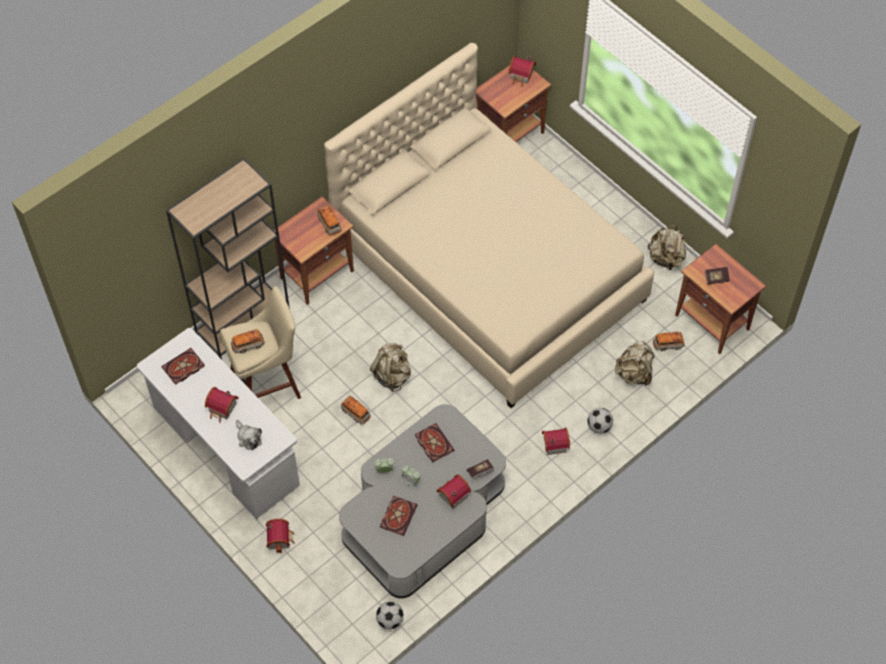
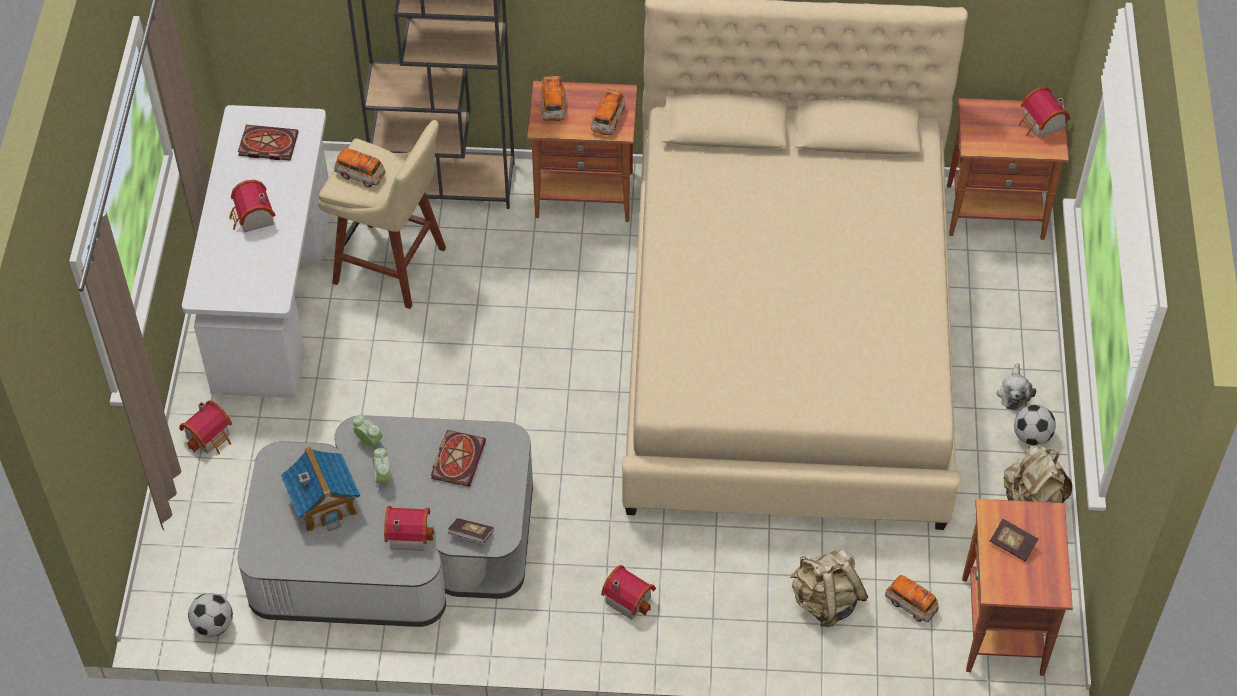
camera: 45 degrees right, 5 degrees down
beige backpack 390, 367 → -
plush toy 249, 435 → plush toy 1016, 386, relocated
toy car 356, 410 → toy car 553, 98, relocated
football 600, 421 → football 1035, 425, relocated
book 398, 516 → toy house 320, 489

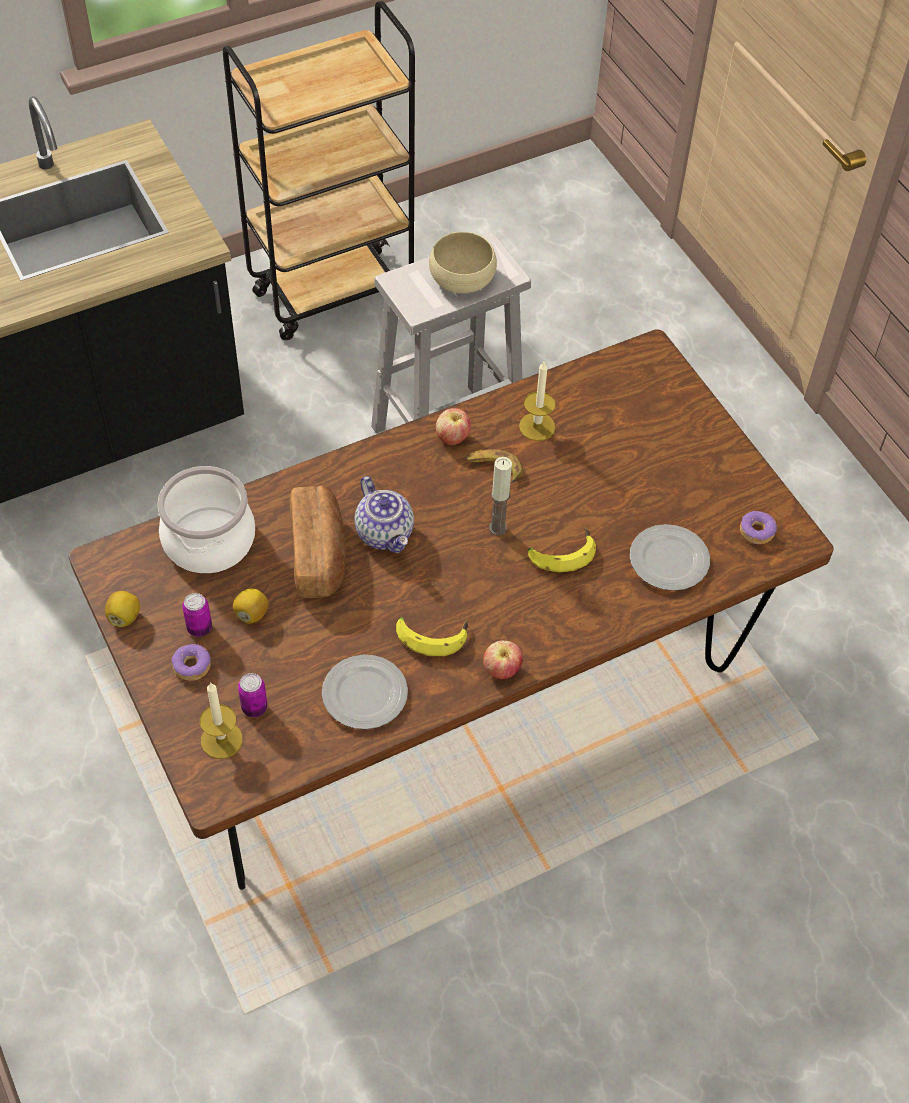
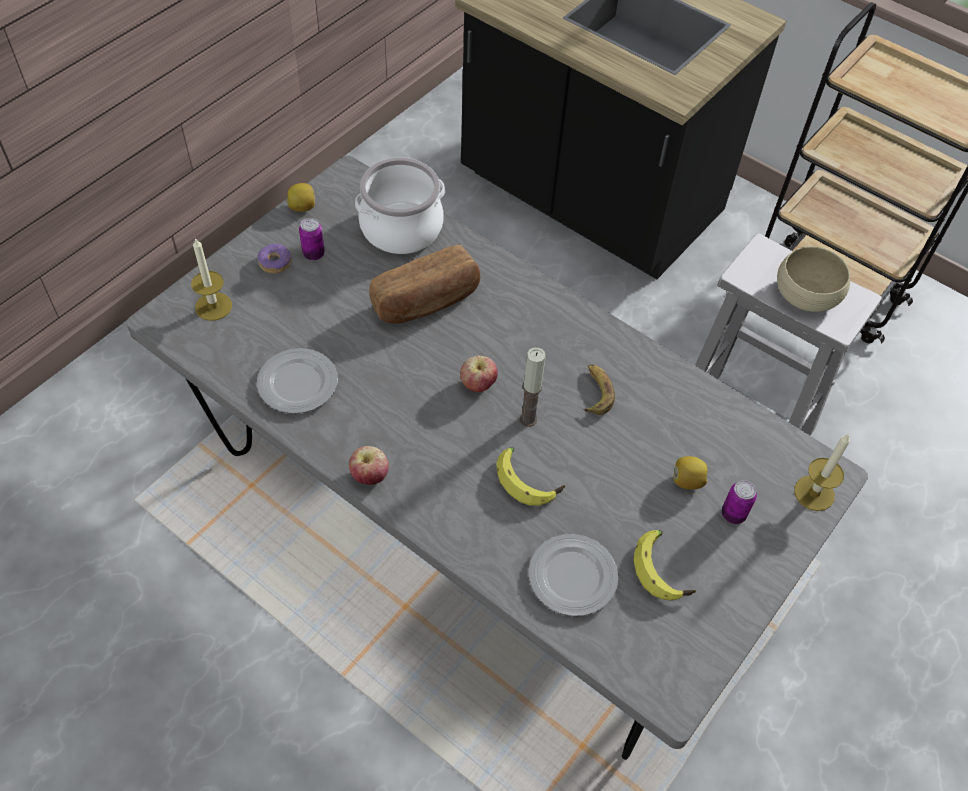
camera: 65 degrees right, 0 degrees up
teapot 384, 514 → -
donut 758, 527 → -
lemon 250, 606 → lemon 690, 473, relocated
can 253, 695 → can 739, 502, relocated
banana 432, 636 → banana 665, 565, relocated
apple 453, 426 → apple 479, 374, relocated
candle 537, 401 → candle 822, 472, relocated
brown dining table 451, 609 → grey dining table 497, 458

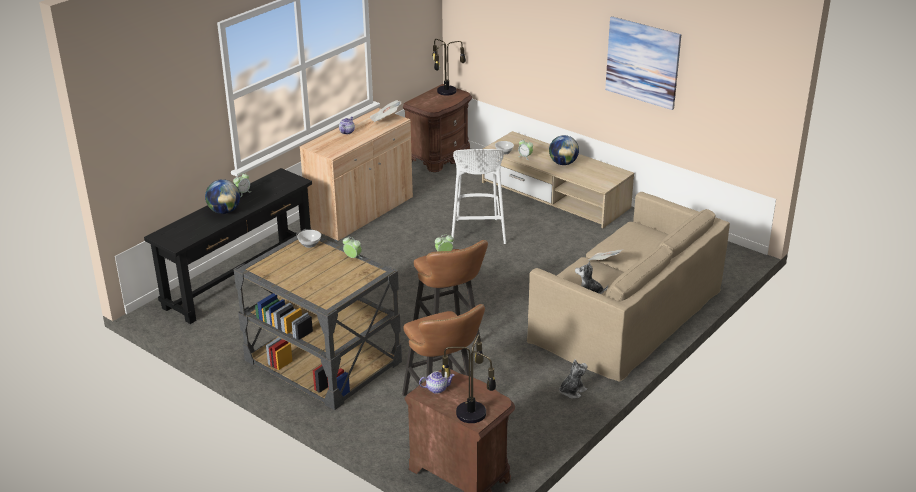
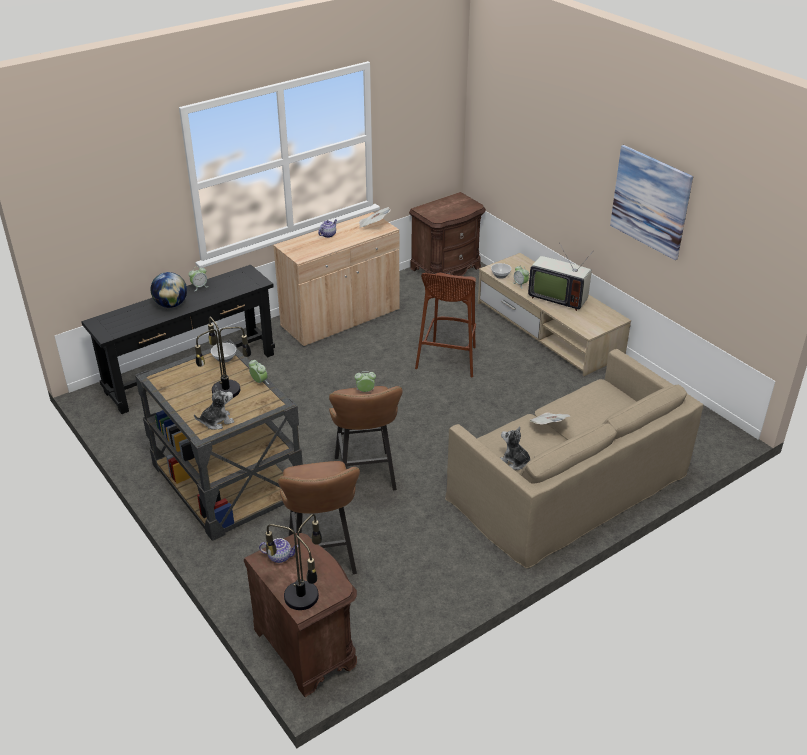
camera: 15 degrees right, 5 degrees up
table lamp 449, 67 → table lamp 223, 357, relocated
plush toy 573, 379 → plush toy 214, 408, relocated
globe 564, 150 → television 561, 277
white stool 478, 196 → brown stool 445, 325

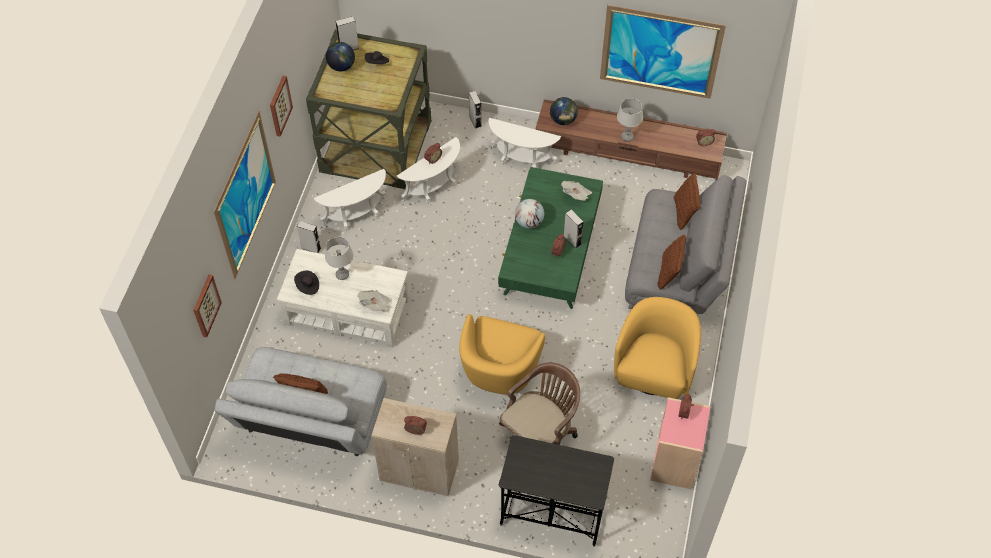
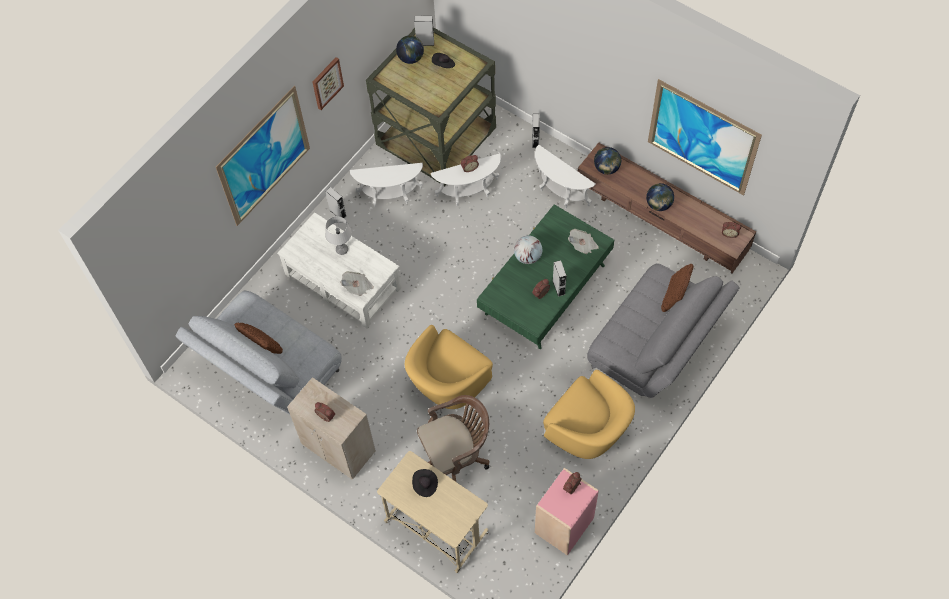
camera: 25 degrees right, 5 degrees up
picture 207, 306 → -
brown pillow 671, 262 → -
black hat 306, 282 → black hat 425, 483, relocated
grey table lamp 630, 120 → globe 660, 197
black desk 556, 491 → beige desk 433, 512
yellow armchair 657, 348 → yellow armchair 589, 414, 90 degrees clockwise

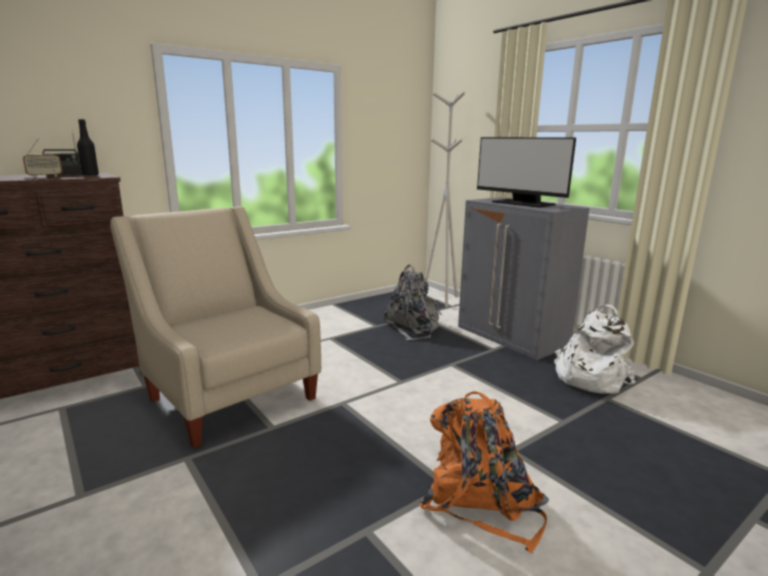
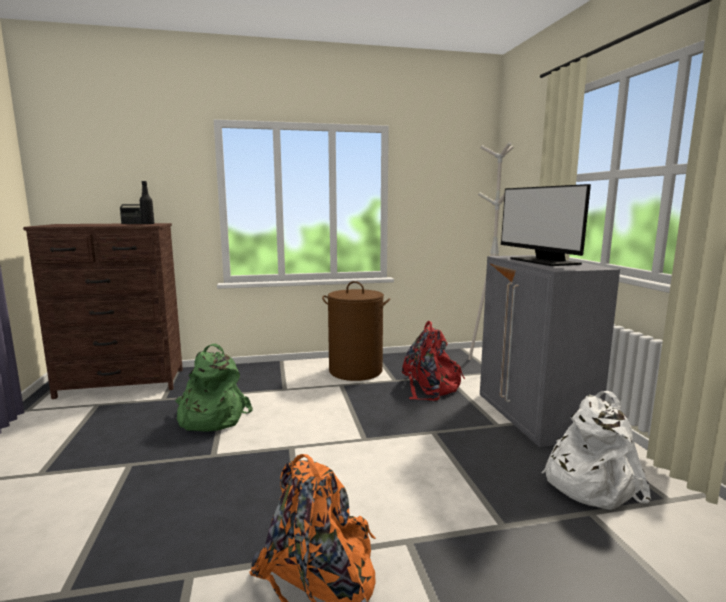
camera: 25 degrees right, 5 degrees down
radio 42, 158 → -
- → brown laundry basket 356, 331
beige armchair 215, 327 → green backpack 214, 387
grey backpack 412, 302 → red backpack 433, 361

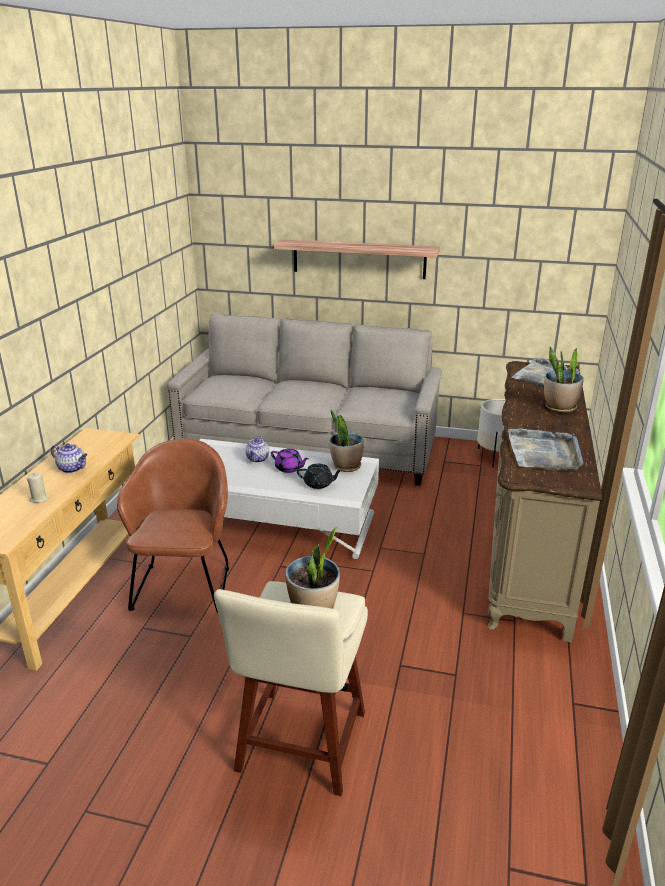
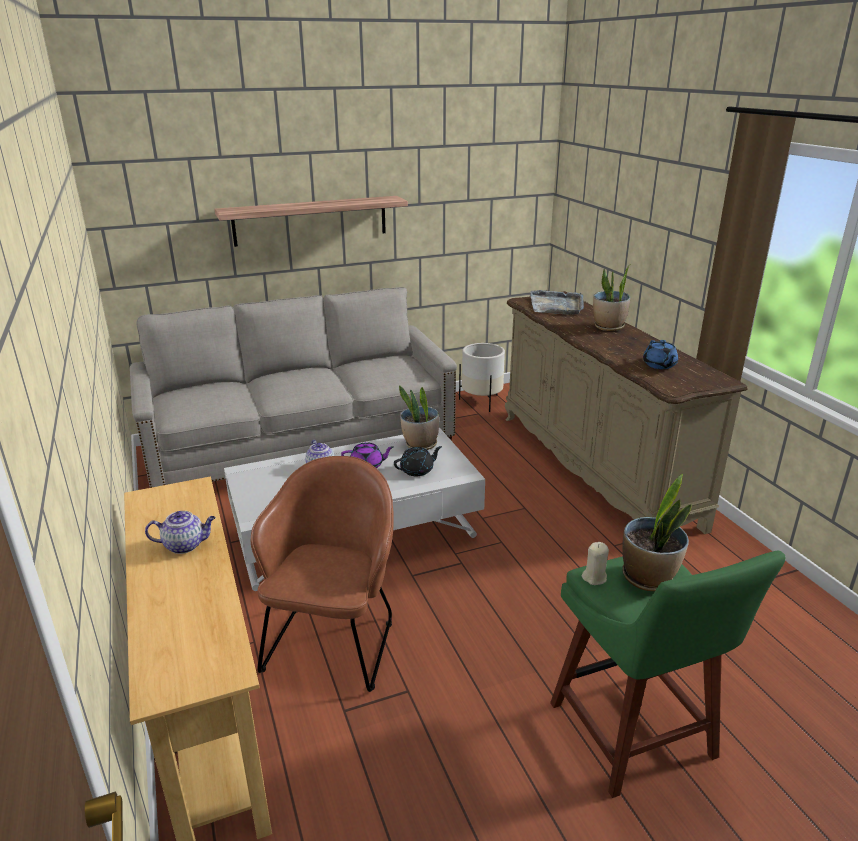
camera: 35 degrees left, 0 degrees up
beige candle 38, 487 → beige candle 595, 563, relocated
grey tray 546, 449 → blue teapot 660, 354
beige stool 291, 688 → green stool 667, 674
brown armchair 173, 526 → brown armchair 322, 574, 45 degrees clockwise

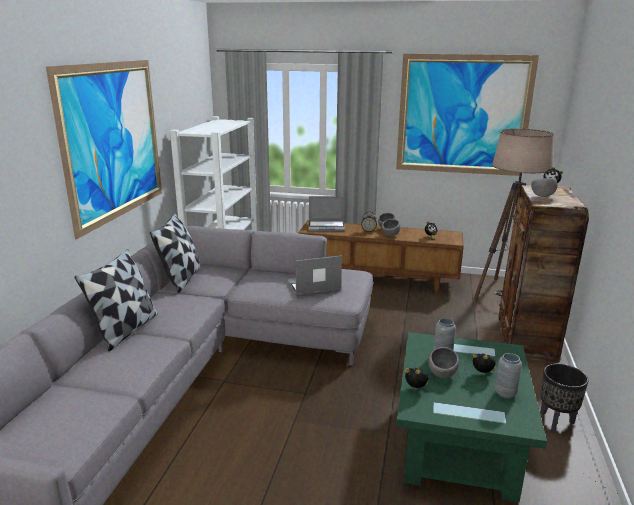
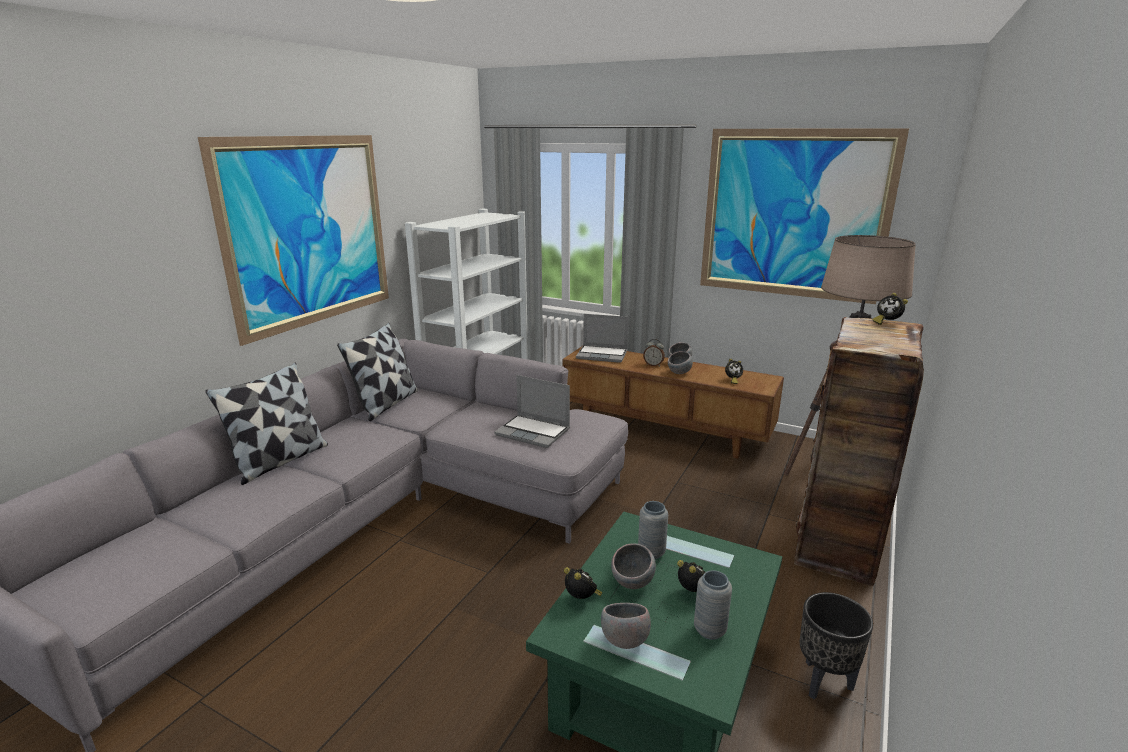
camera: 15 degrees right, 0 degrees up
grey bowl 544, 187 → grey bowl 626, 626, relocated
laptop 314, 275 → laptop 532, 411, 150 degrees counterclockwise

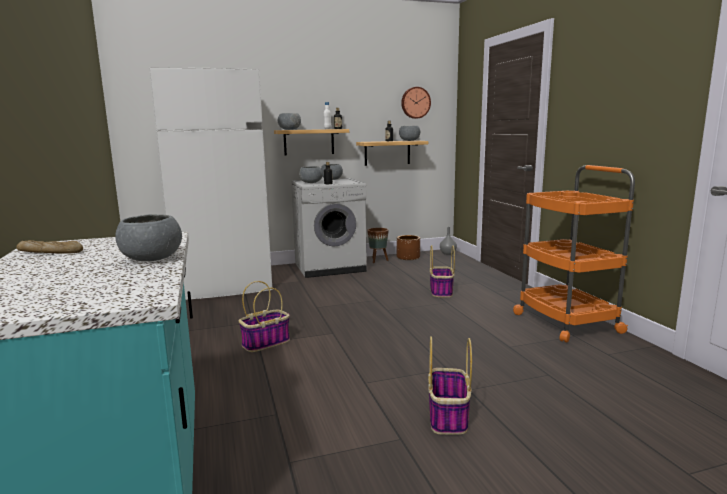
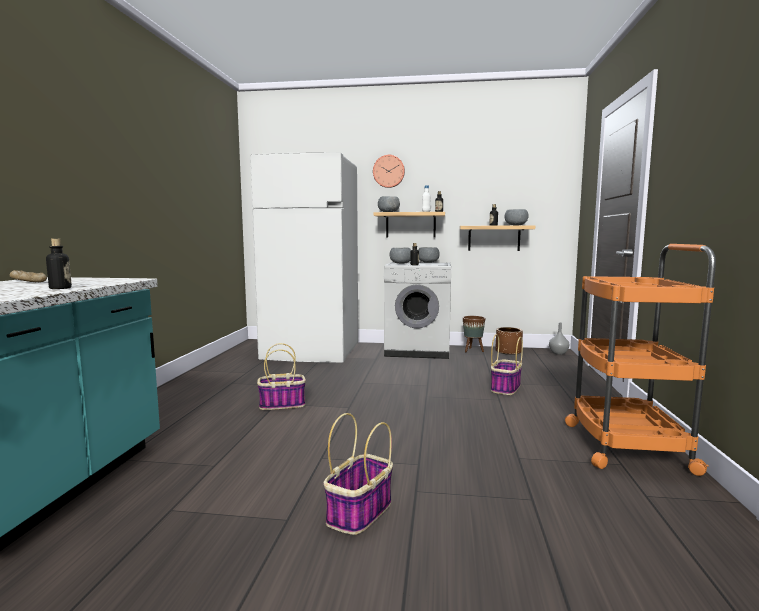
camera: 25 degrees right, 5 degrees down
wall clock 416, 103 → wall clock 389, 171, relocated
grey bowl 148, 237 → bottle 59, 263

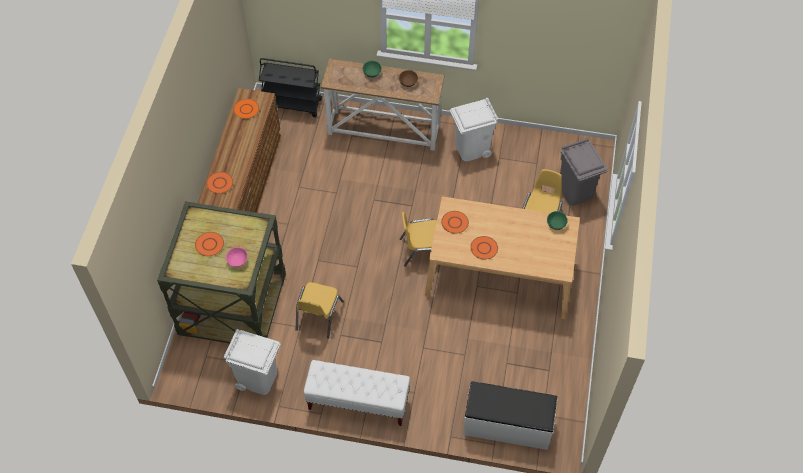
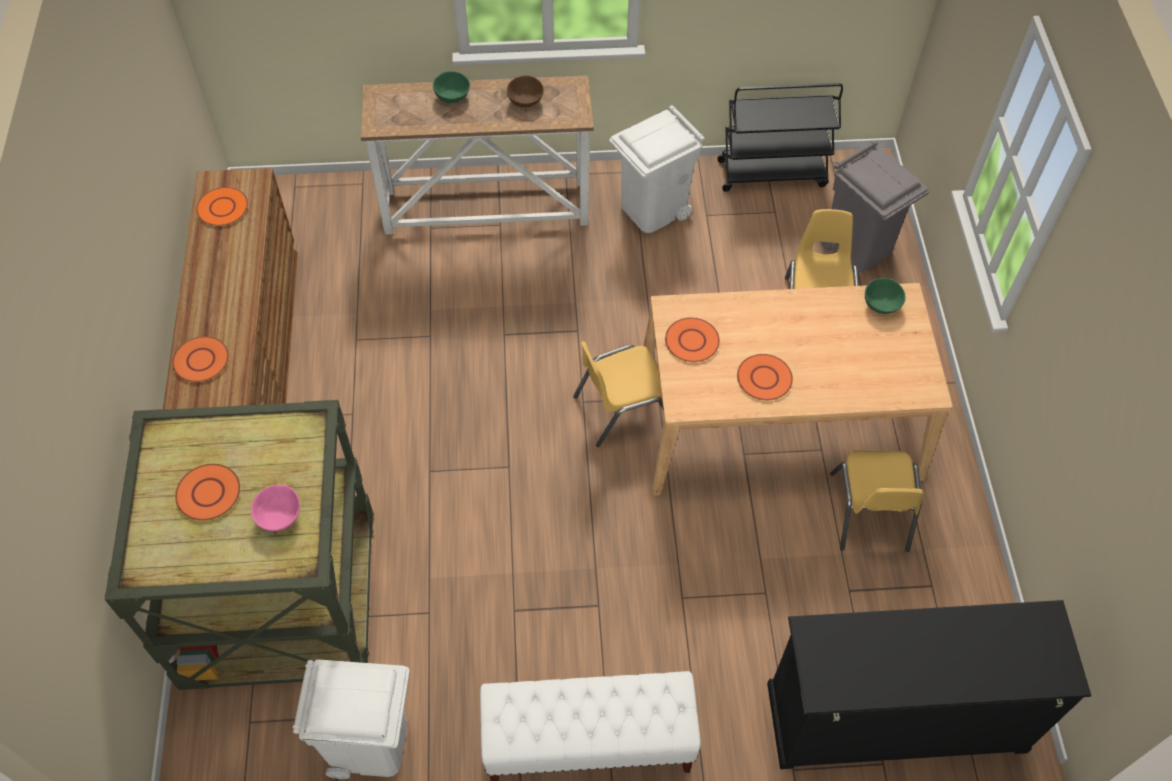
camera: 15 degrees left, 0 degrees up
black cart 290, 87 → black cart 780, 137, relocated
yellow chair 320, 310 → yellow chair 876, 501, relocated
white bench 510, 415 → black cabinet 929, 684

